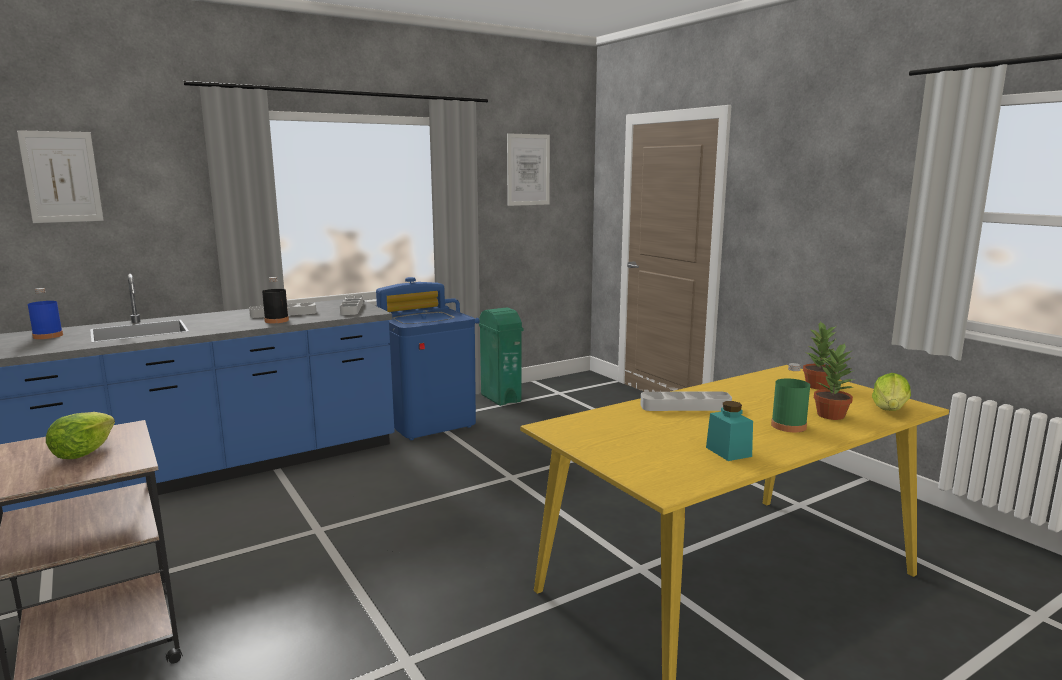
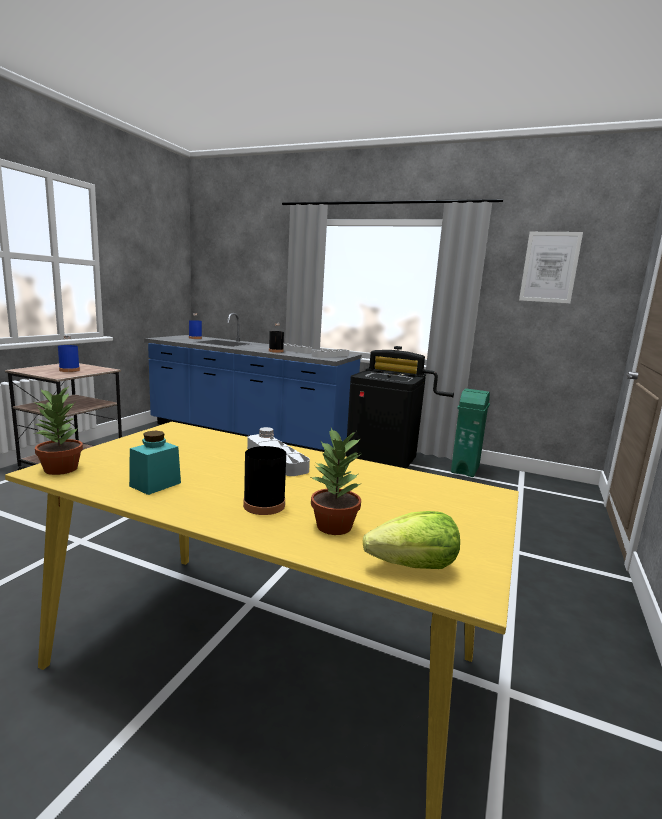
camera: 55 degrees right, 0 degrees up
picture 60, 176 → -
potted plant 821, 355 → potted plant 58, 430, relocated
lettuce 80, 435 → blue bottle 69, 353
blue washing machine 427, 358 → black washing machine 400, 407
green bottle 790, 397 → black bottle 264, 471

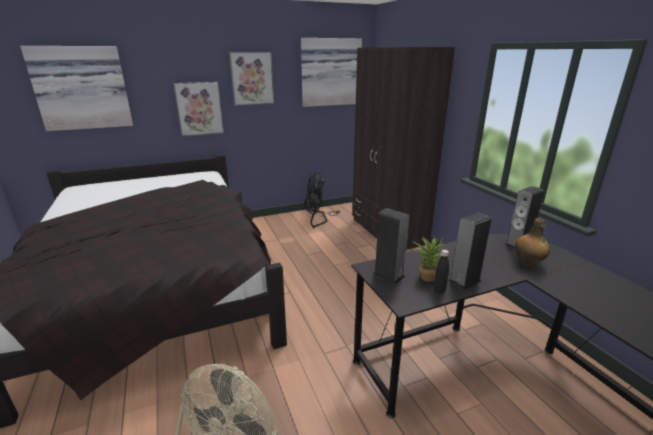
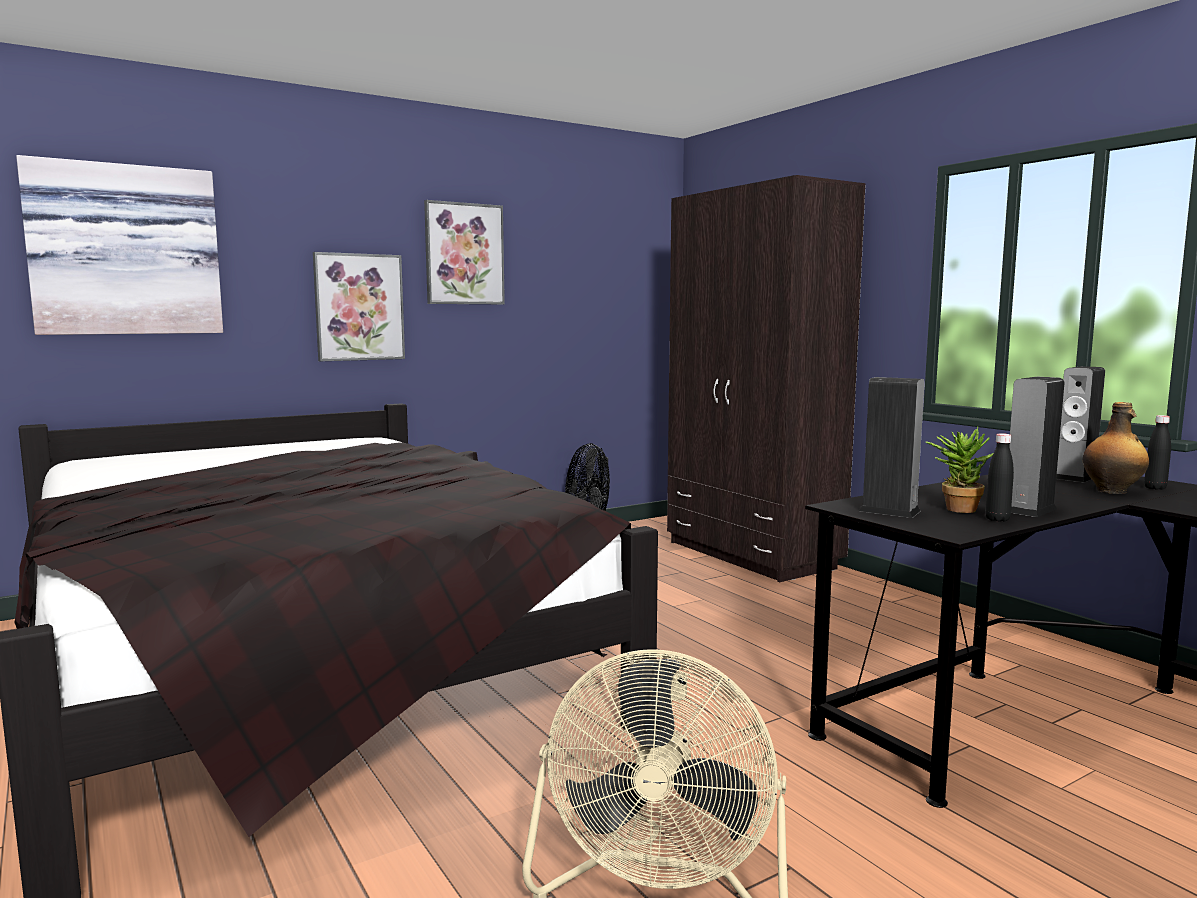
camera: 10 degrees left, 15 degrees down
picture 331, 72 → -
- → black bottle 1157, 452

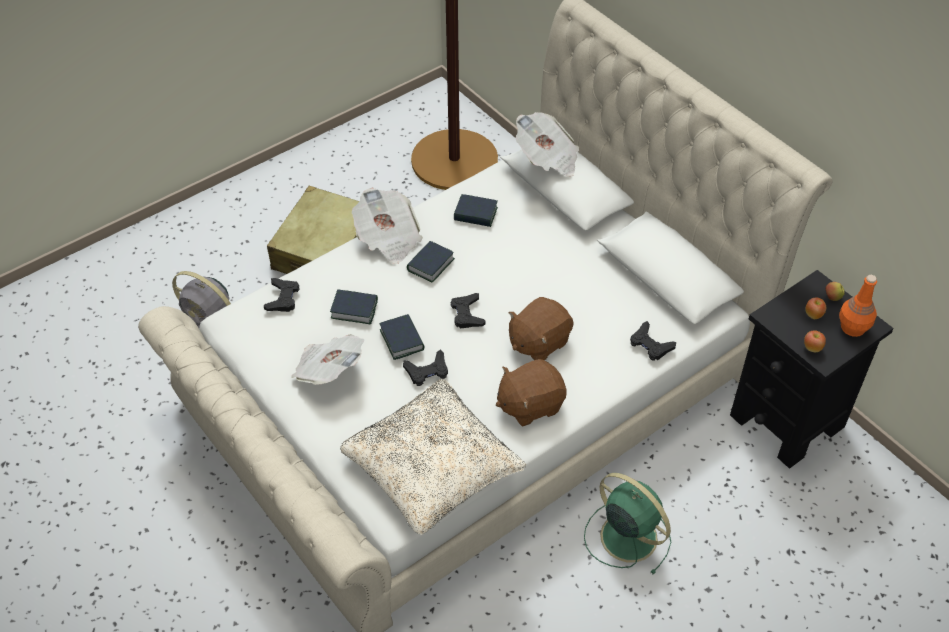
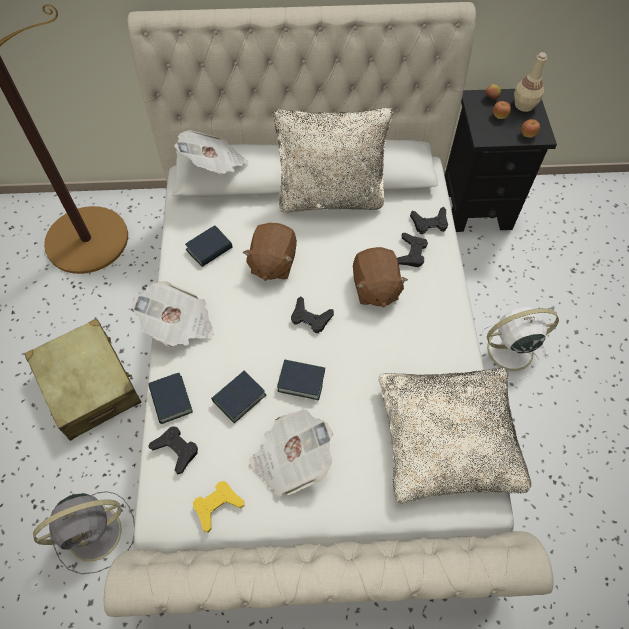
camera: 55 degrees left, 10 degrees up
- → yellow game controller 218, 506
- → beige pillow 333, 160
black game controller 425, 368 → black game controller 412, 250, relocated
book 431, 262 → book 170, 398, relocated
brown plush toy 531, 392 → brown plush toy 270, 252, relocated
green fan 627, 524 → white fan 518, 344
orange bottle 858, 306 → beige bottle 530, 82

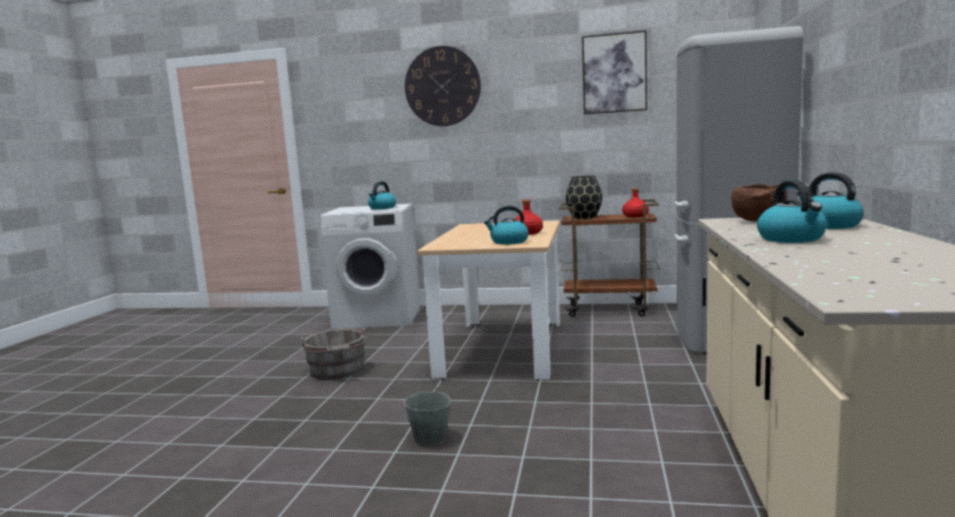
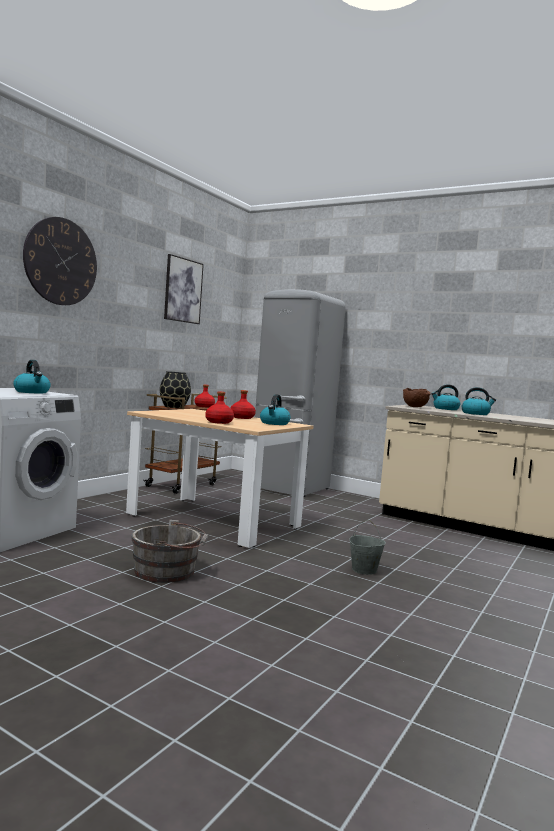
camera: 70 degrees left, 5 degrees down
- → red bottle 219, 407

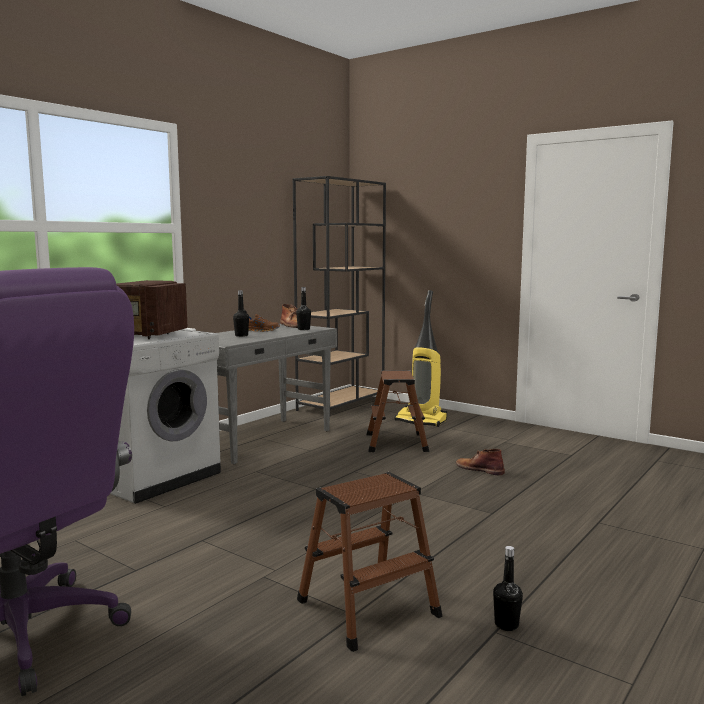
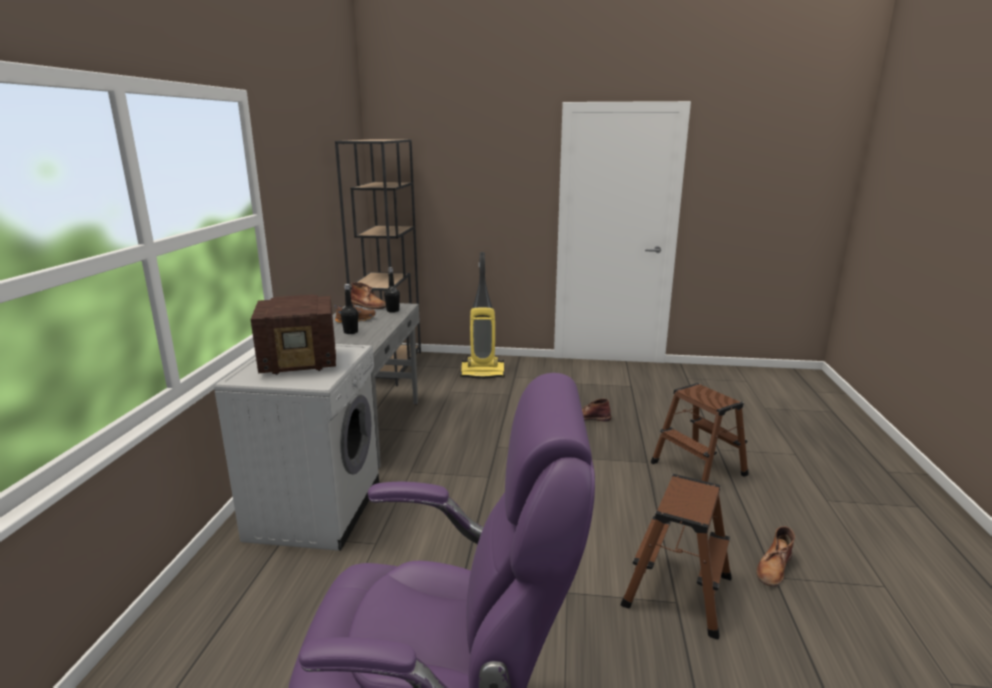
camera: 30 degrees left, 10 degrees up
brown step ladder 397, 411 → brown step ladder 699, 432, relocated
black bottle 508, 588 → brown boot 775, 557

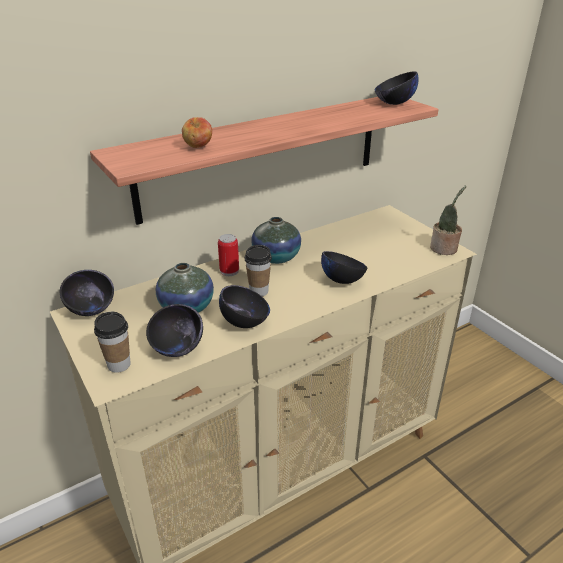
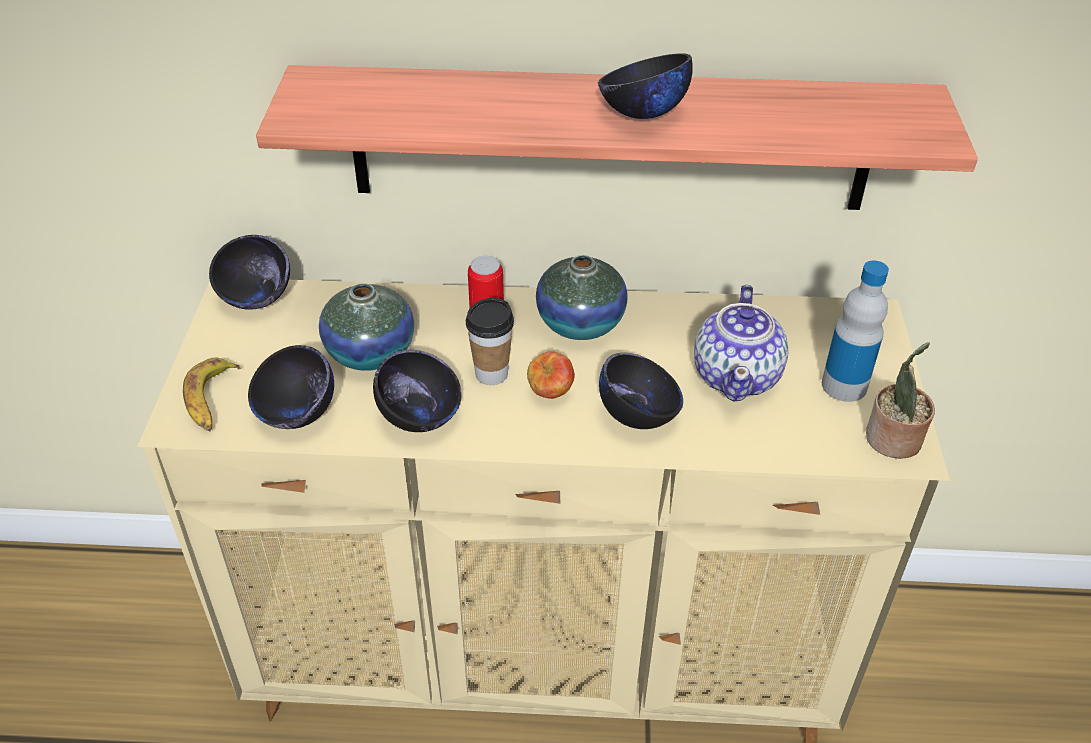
camera: 35 degrees right, 10 degrees up
- → teapot 741, 343
- → bottle 855, 331
apple 197, 132 → apple 551, 375, relocated
black bowl 396, 88 → black bowl 645, 86, relocated
cup 112, 342 → banana 212, 394

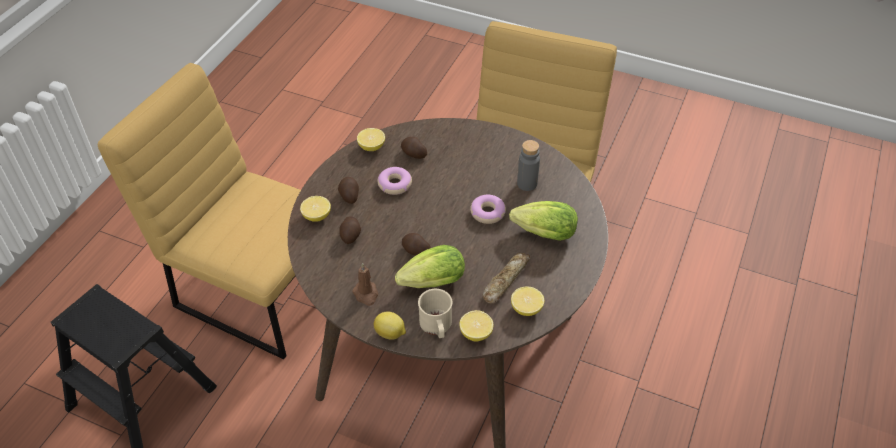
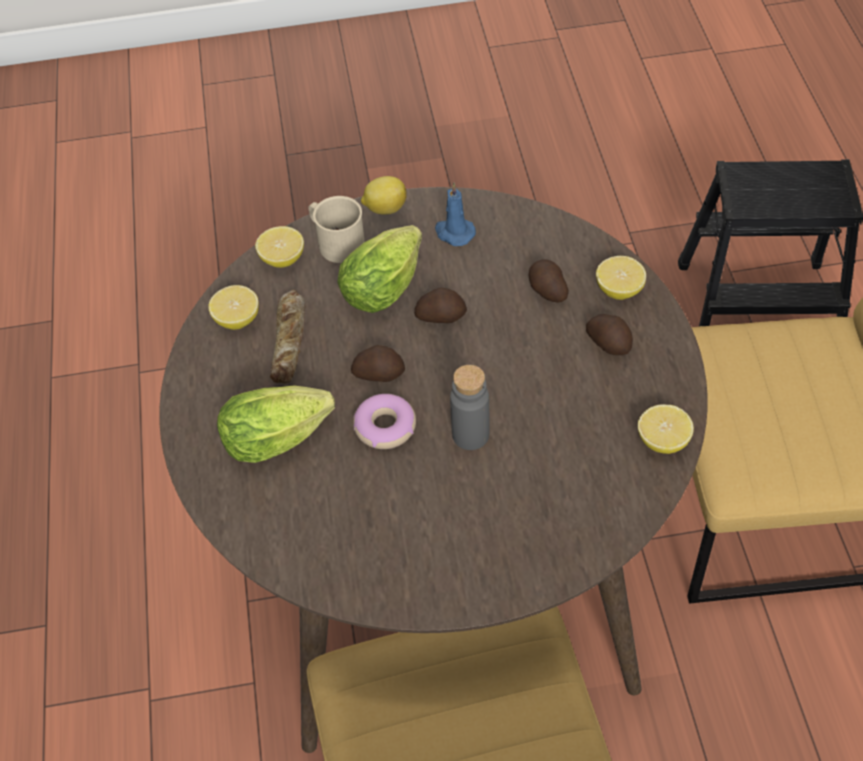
camera: 150 degrees right, 5 degrees up
donut 395, 181 → -
potato 414, 148 → potato 378, 363, relocated
grey bottle 528, 165 → grey bottle 469, 407, relocated
brown candle 365, 284 → blue candle 455, 214

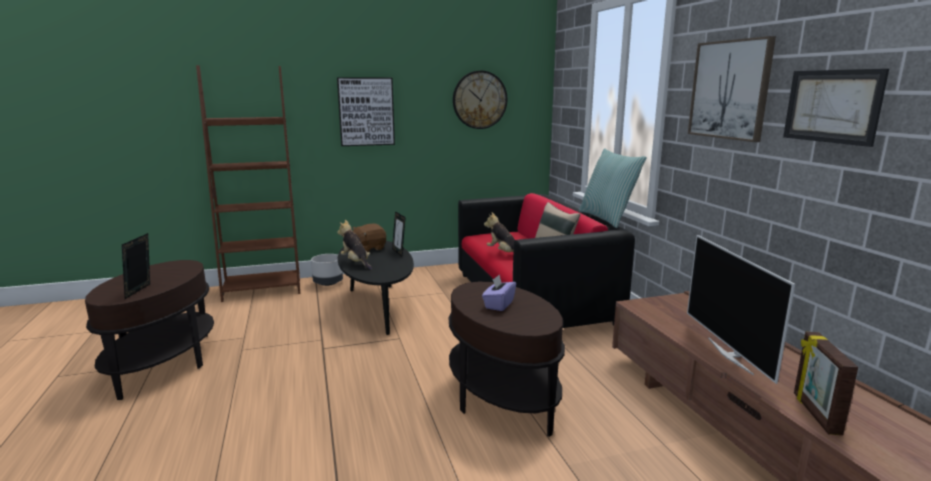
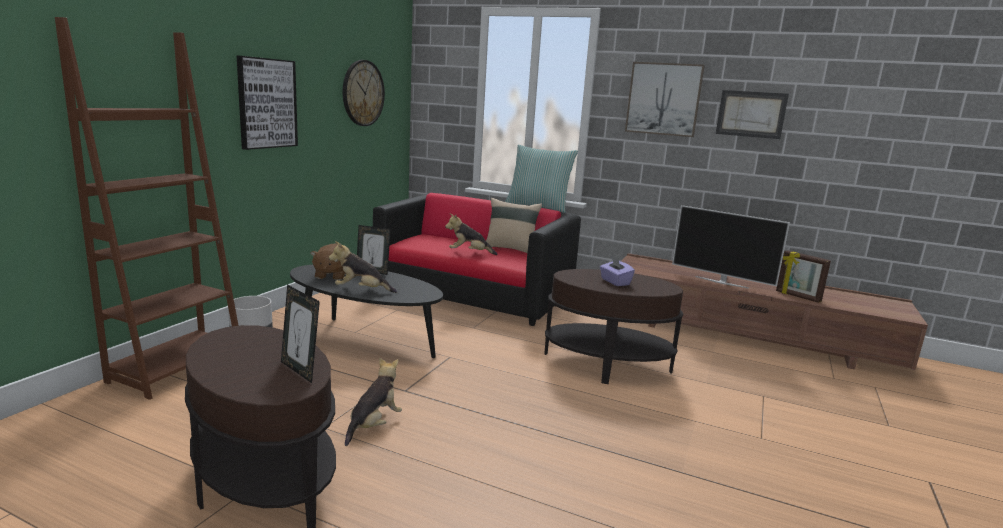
camera: 50 degrees left, 0 degrees up
- → plush toy 373, 402

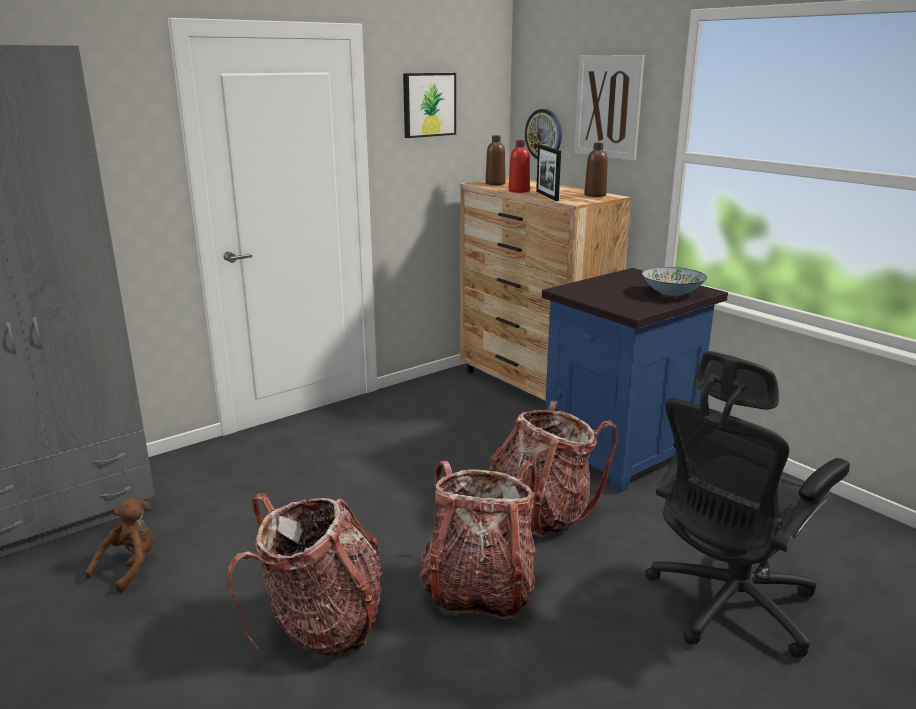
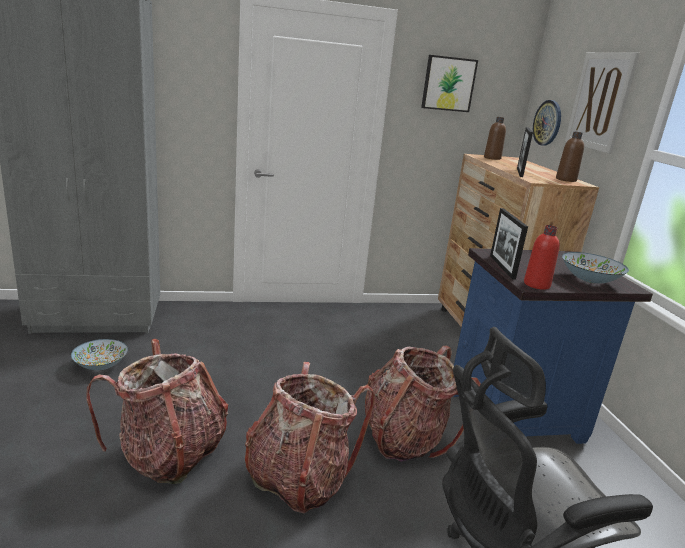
camera: 25 degrees right, 0 degrees up
- → picture frame 509, 244
red bottle 519, 166 → red bottle 542, 257, relocated
brown plush toy 119, 545 → bowl 99, 354

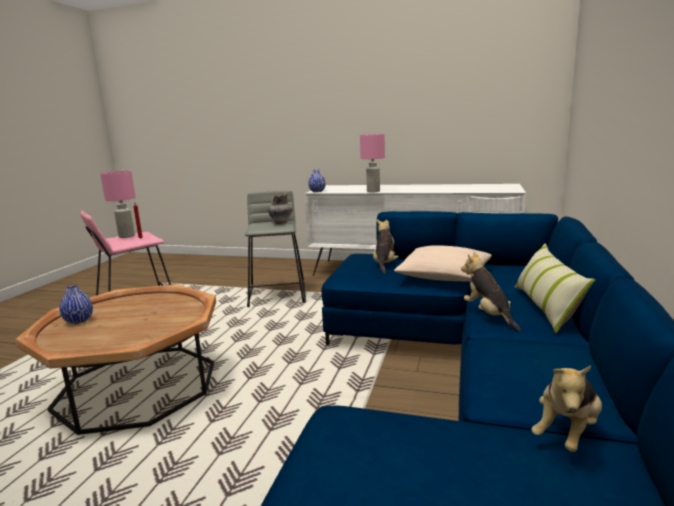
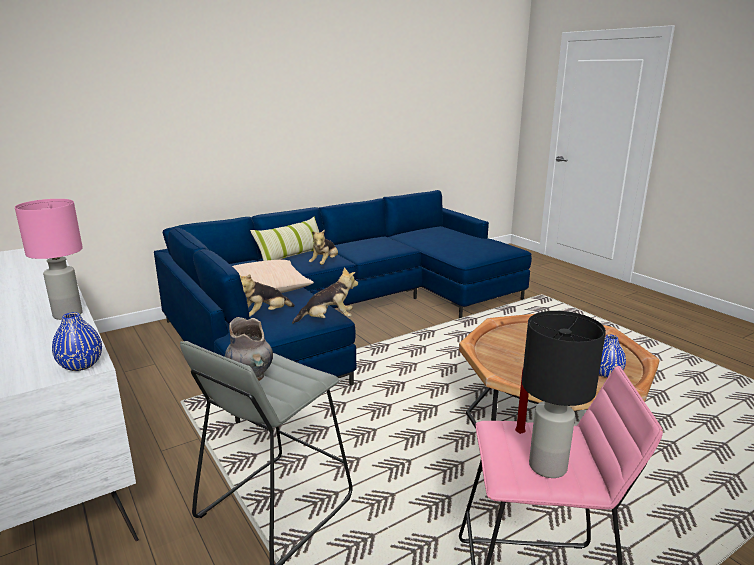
camera: 140 degrees left, 5 degrees up
plush toy 567, 408 → plush toy 325, 295, relocated
pink table lamp 118, 204 → black table lamp 564, 394

